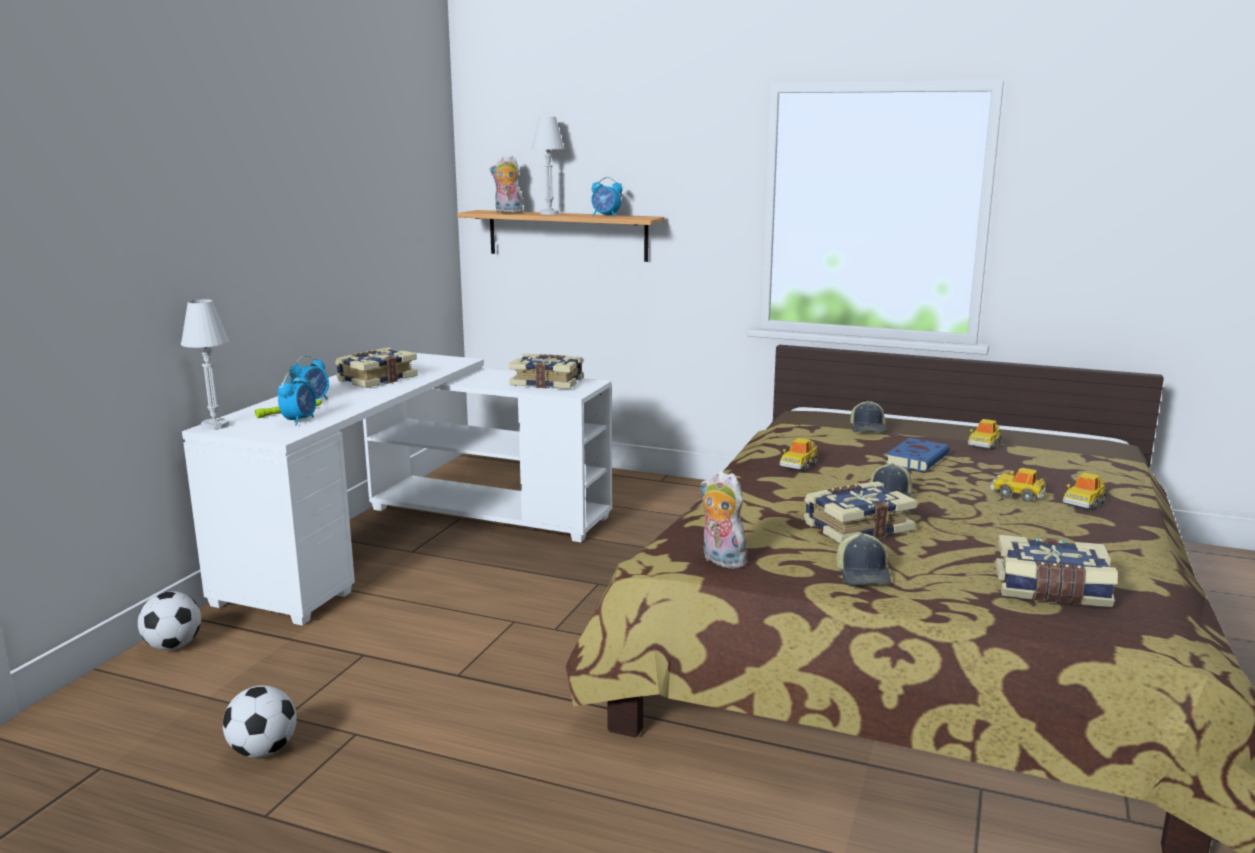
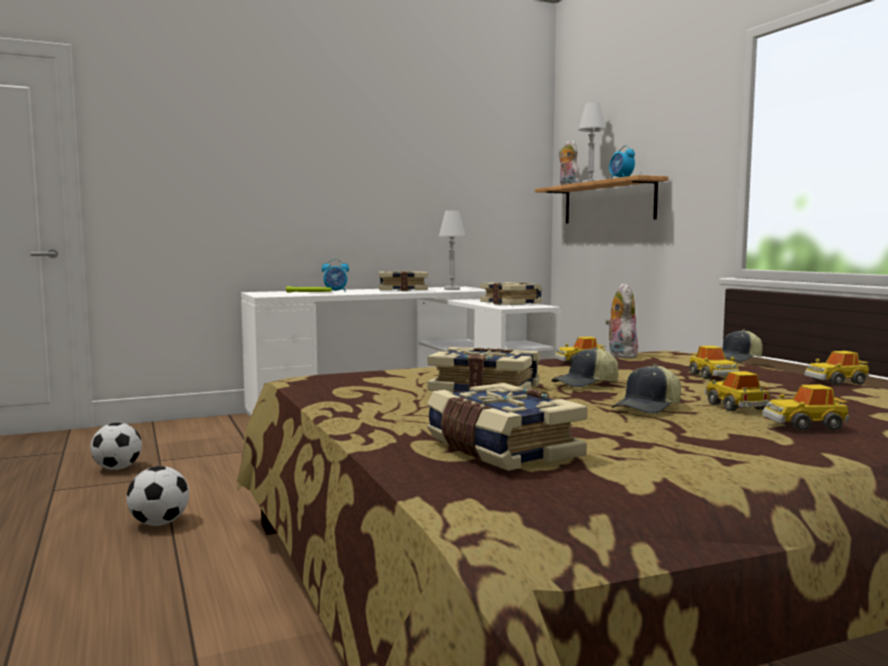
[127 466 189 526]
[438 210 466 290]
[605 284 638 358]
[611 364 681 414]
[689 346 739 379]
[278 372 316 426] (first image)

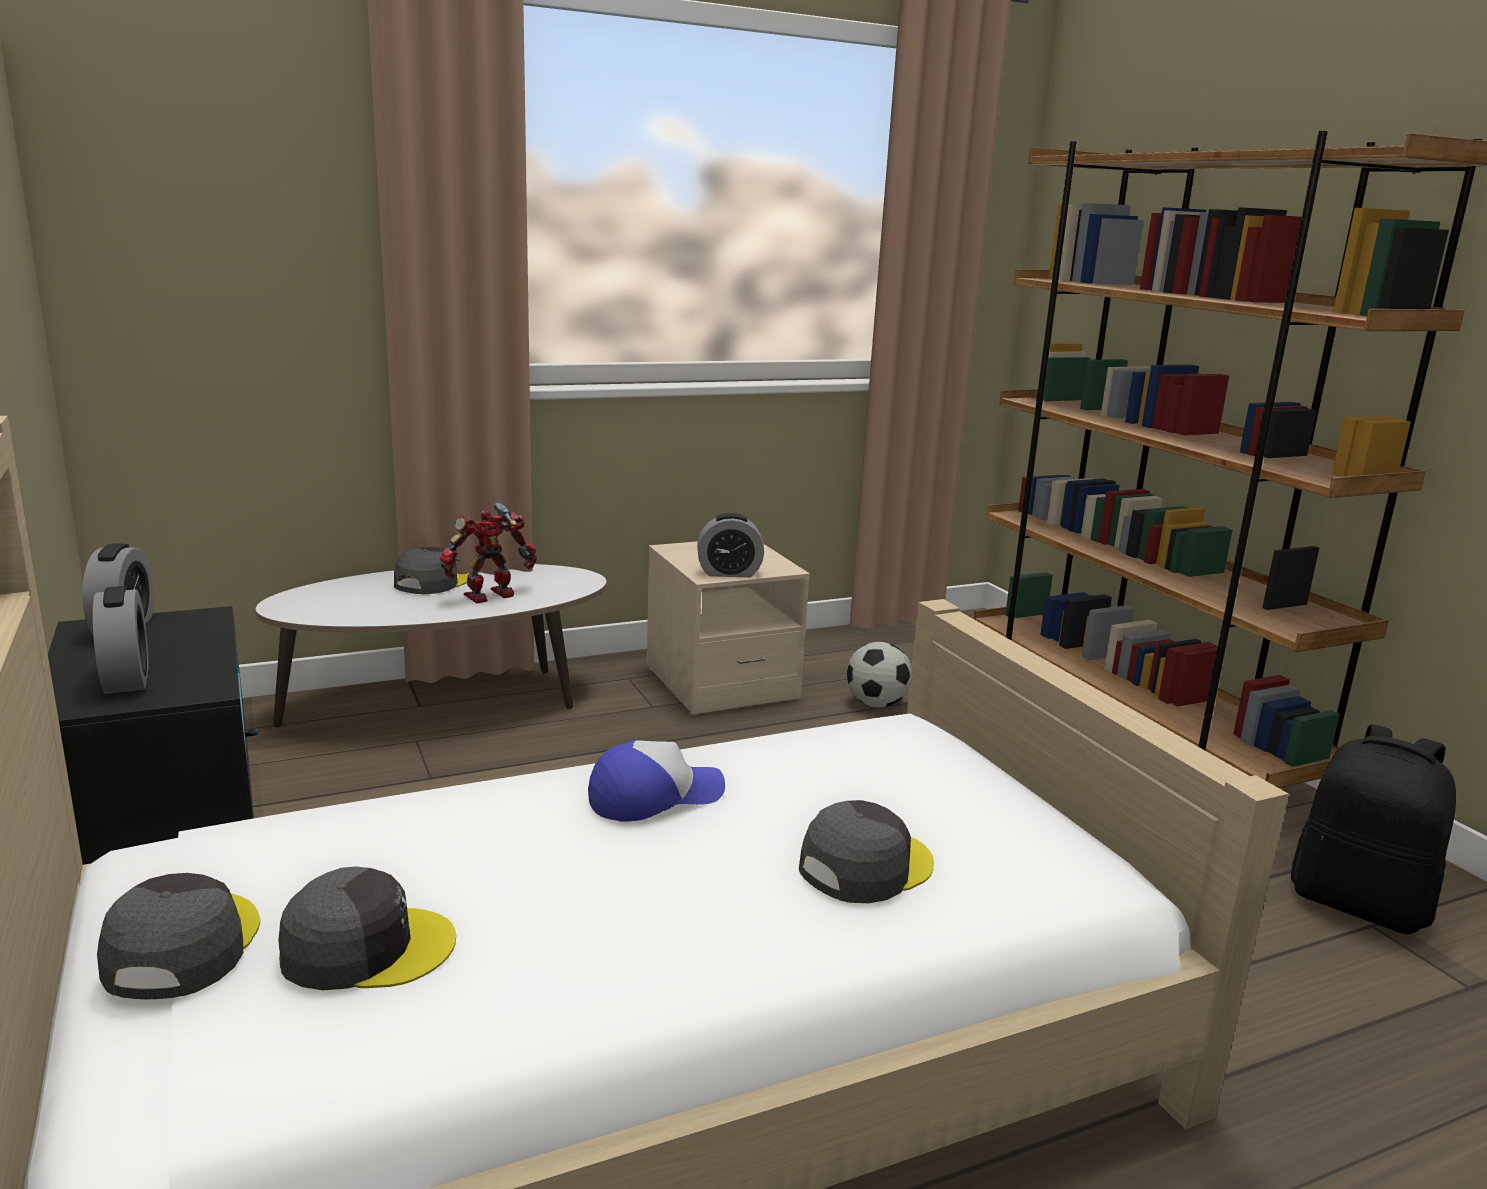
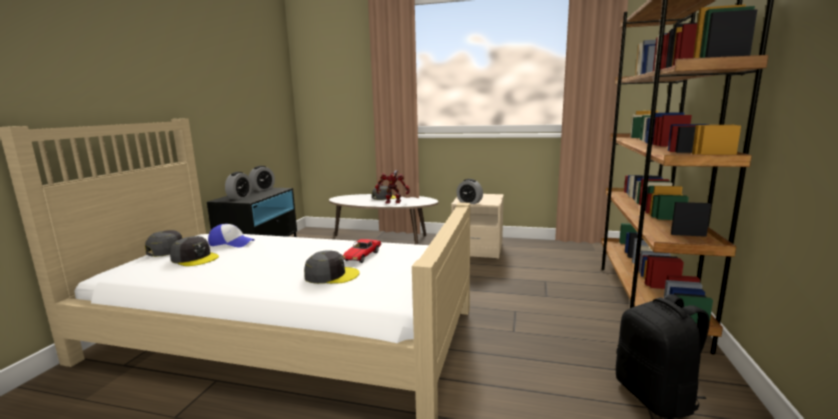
[208 224 255 247]
[343 239 382 263]
[847 642 912 708] (first image)

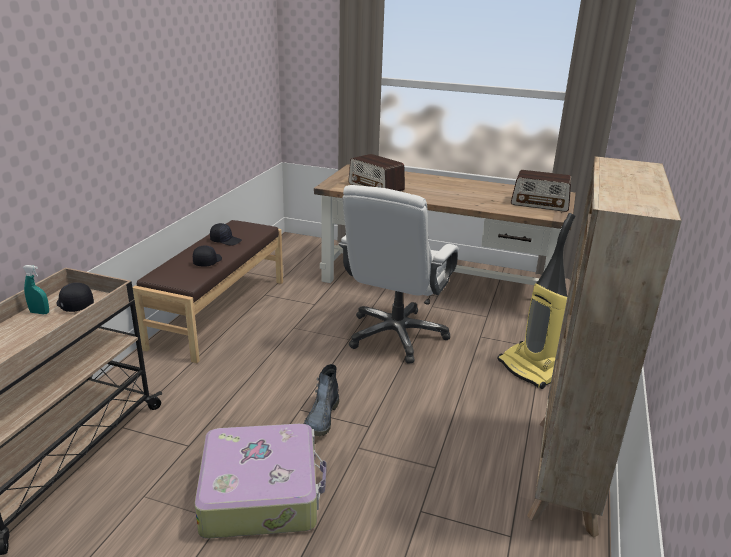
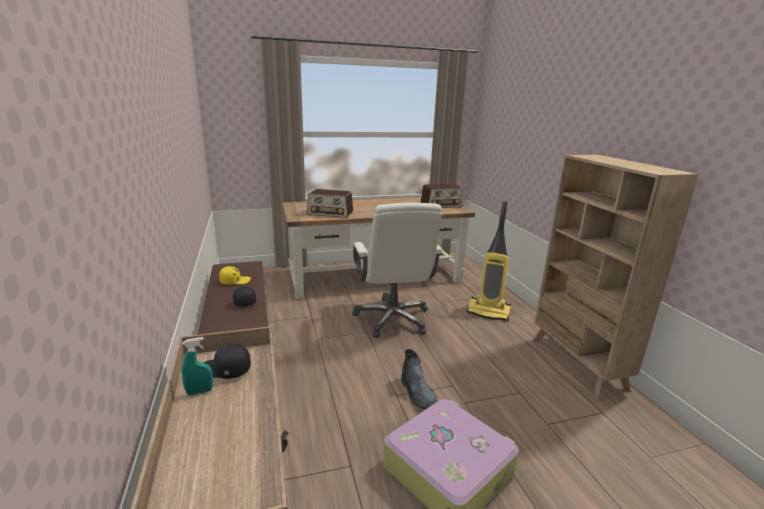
[219 266 251 284]

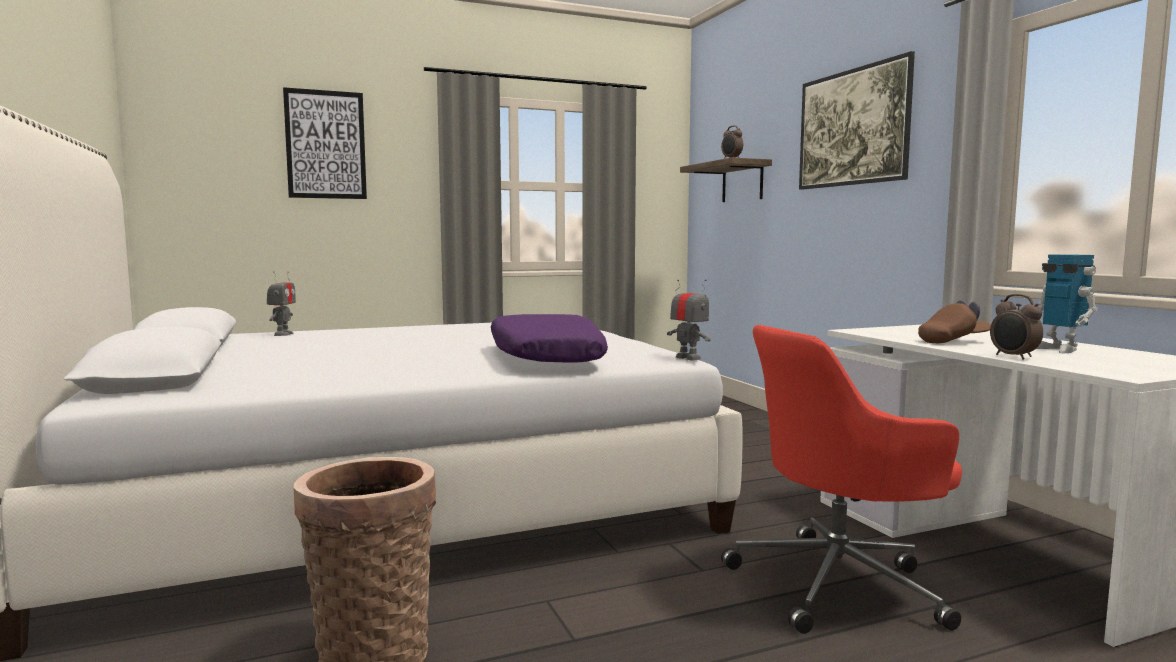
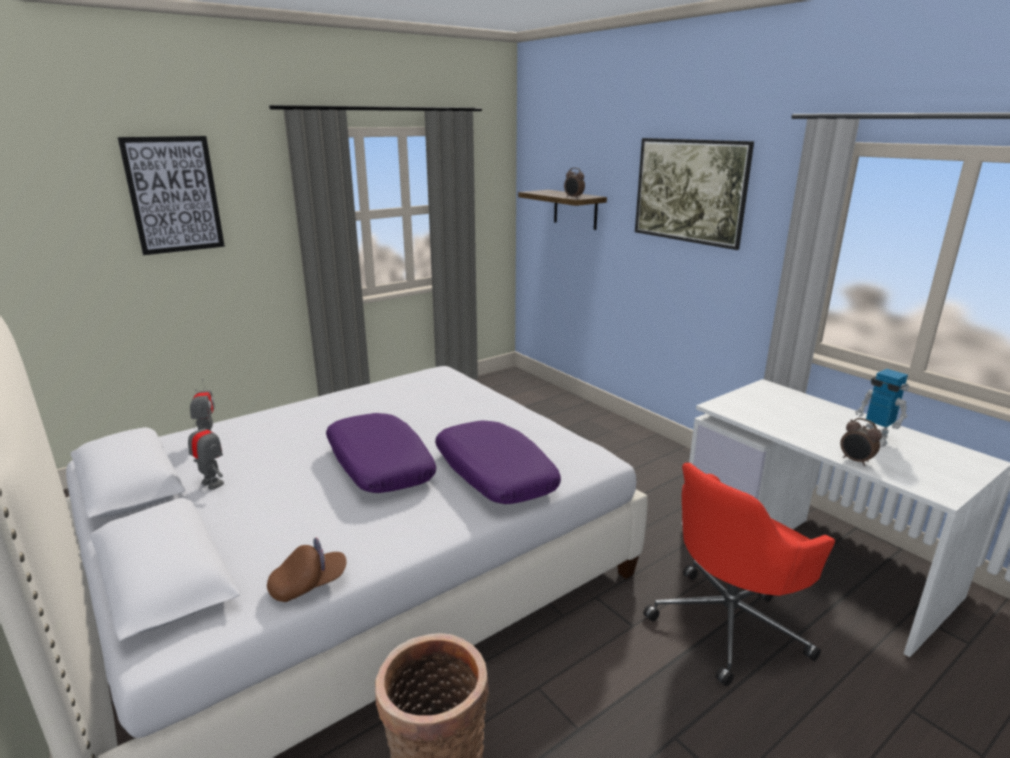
[188 418 224 490]
[267 538 347 602]
[326 413 436 493]

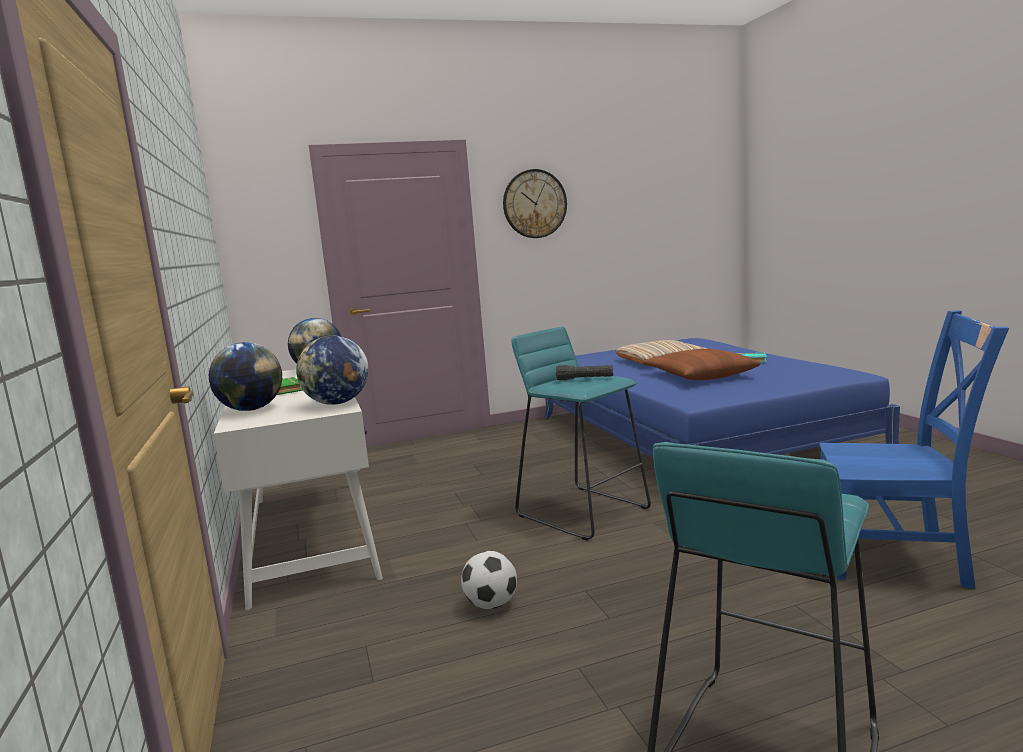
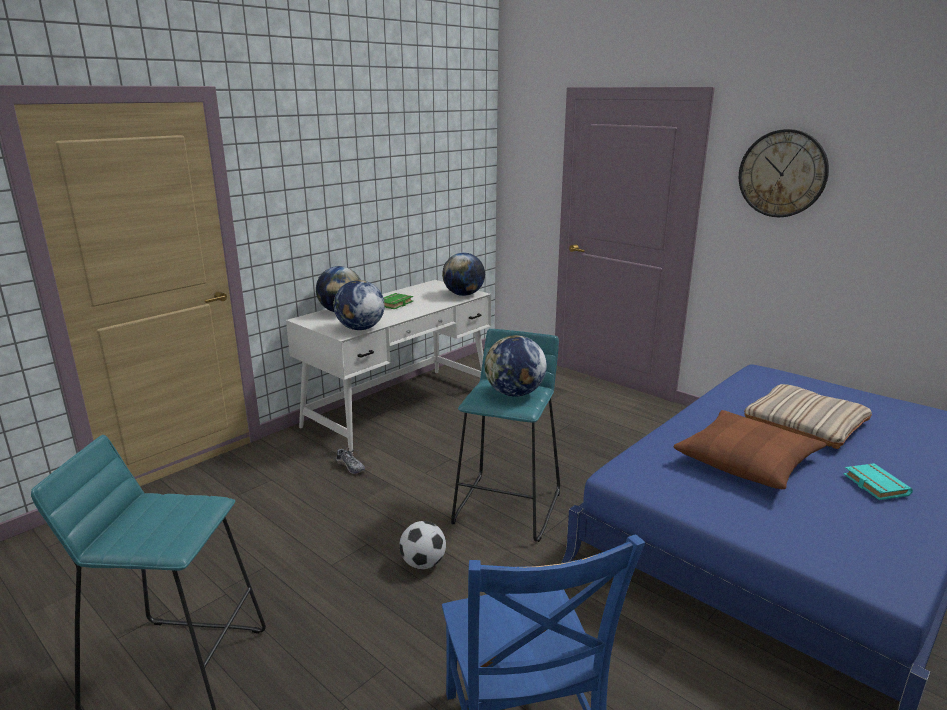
[336 448 365 474]
[399 521 446 569]
[484 335 547 397]

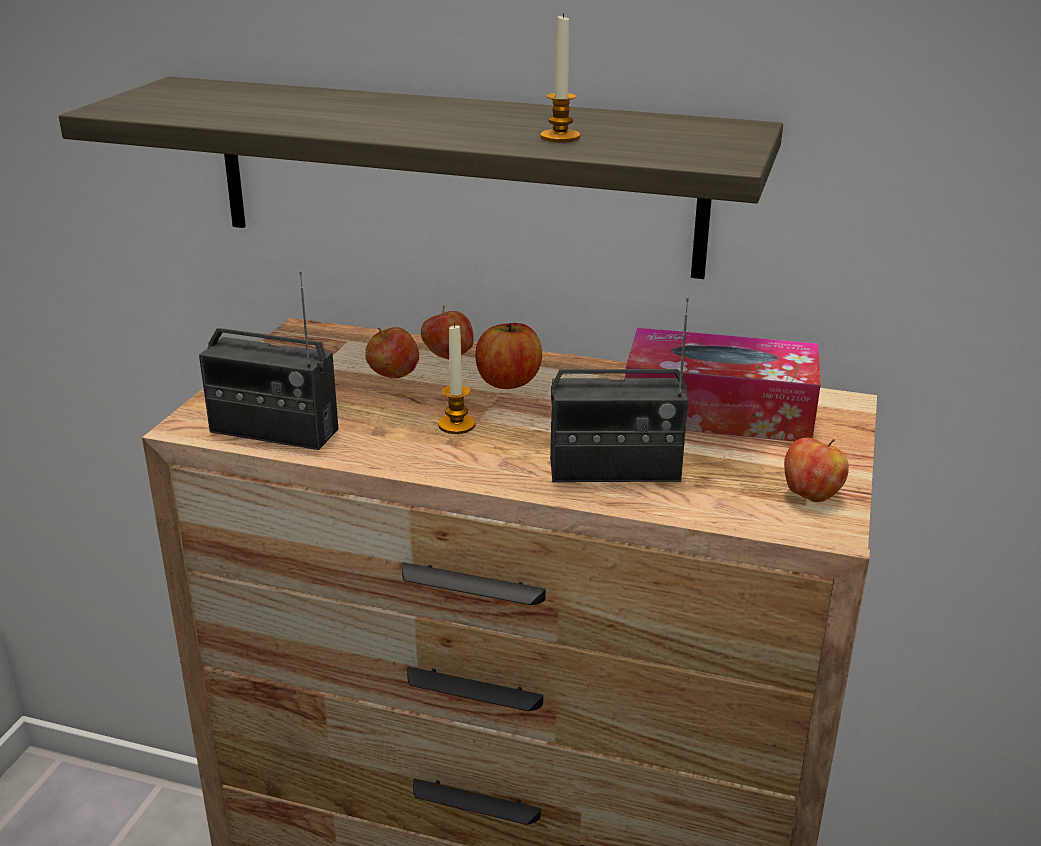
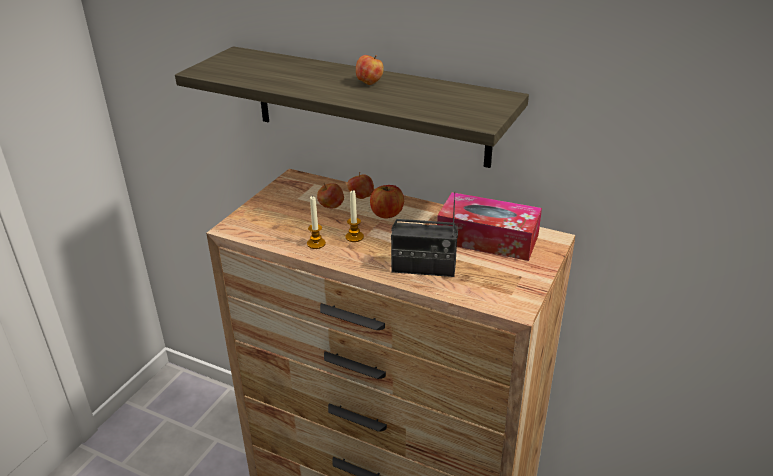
[307 196 326 249]
[356 55 384 85]
[199 271 338 450] (first image)

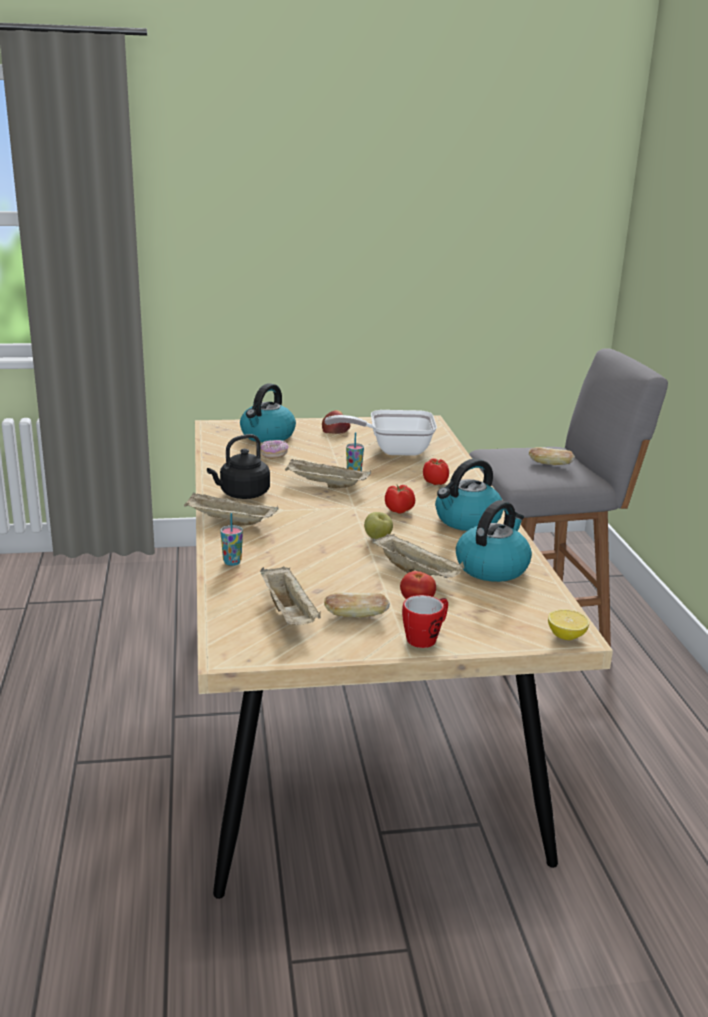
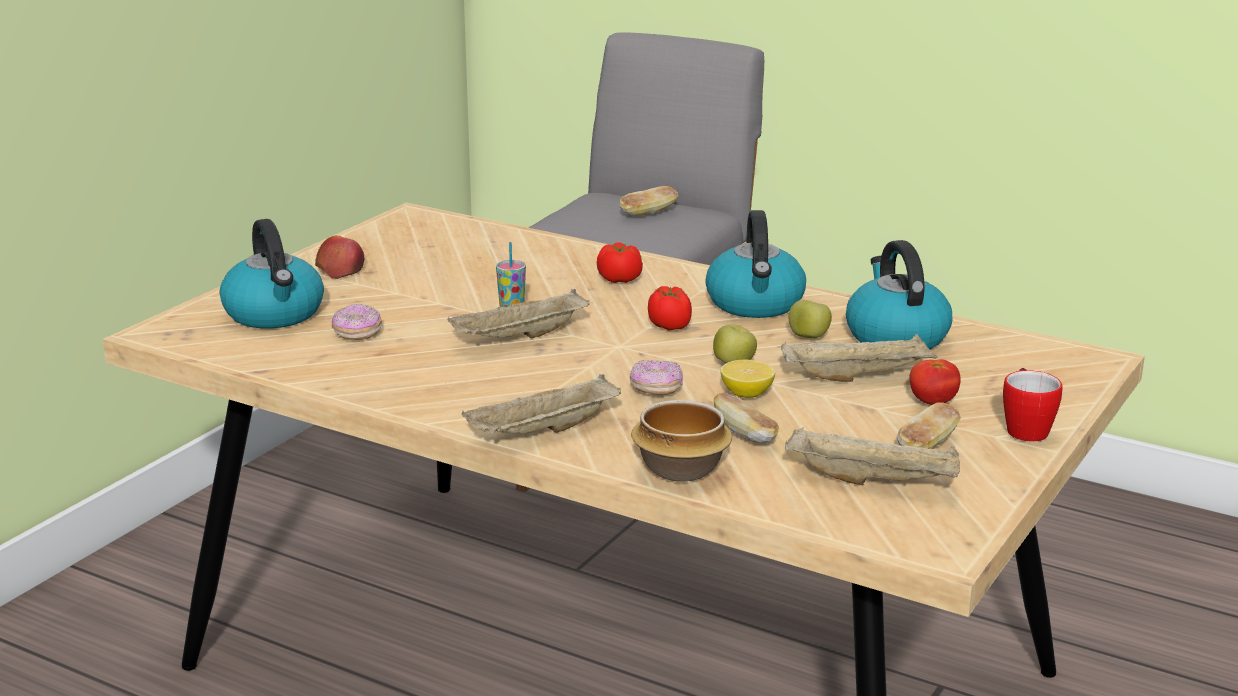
[630 360 683 395]
[631 400 732 482]
[714 393 779 443]
[720 360 775 398]
[789 300 832 338]
[207 434 270 499] (first image)
[325 410 437 456] (first image)

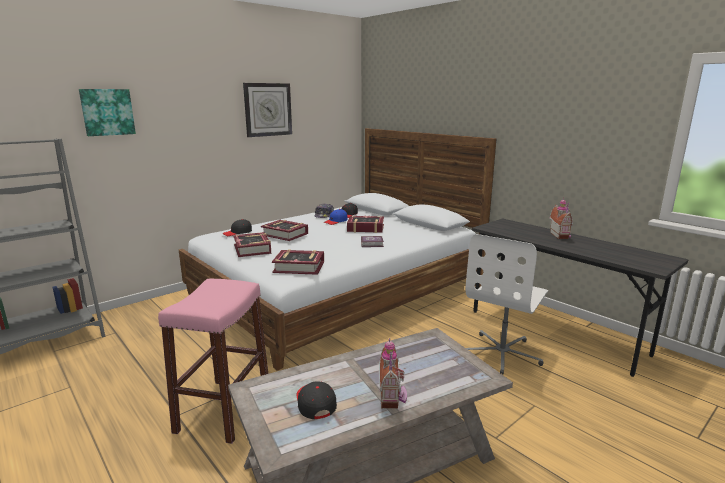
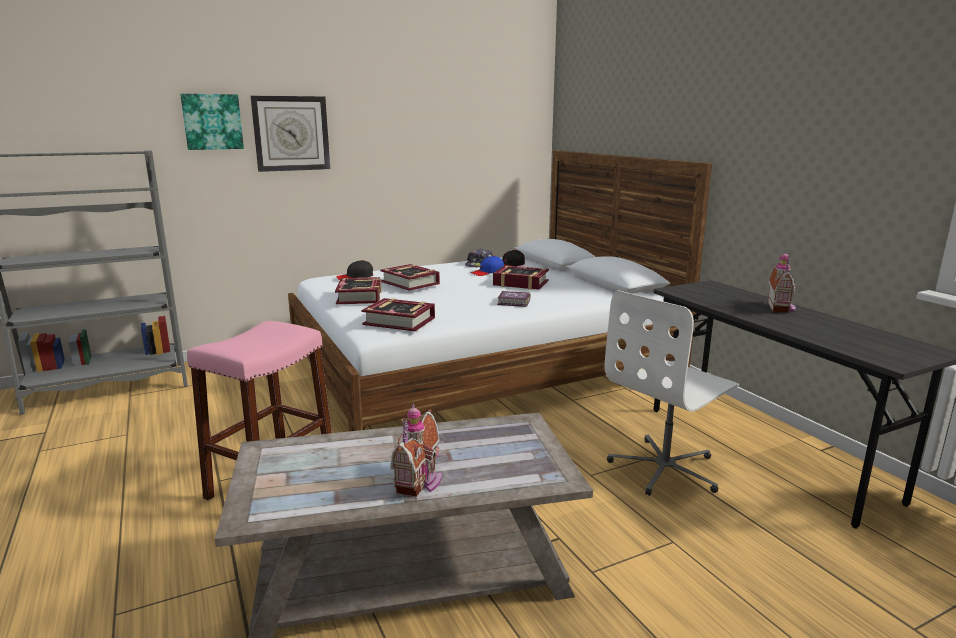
[250 96 330 172]
[297 381 337 419] (first image)

